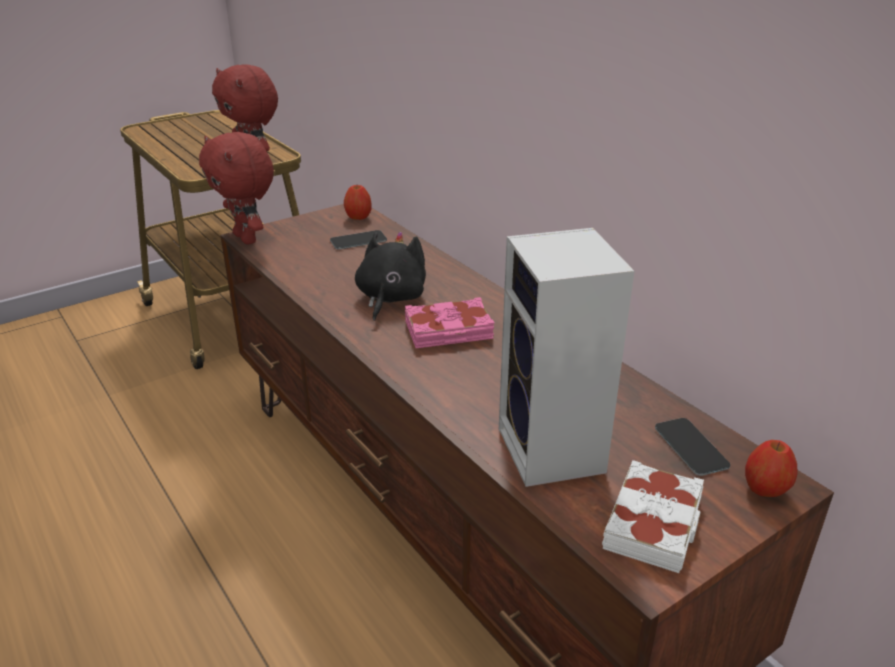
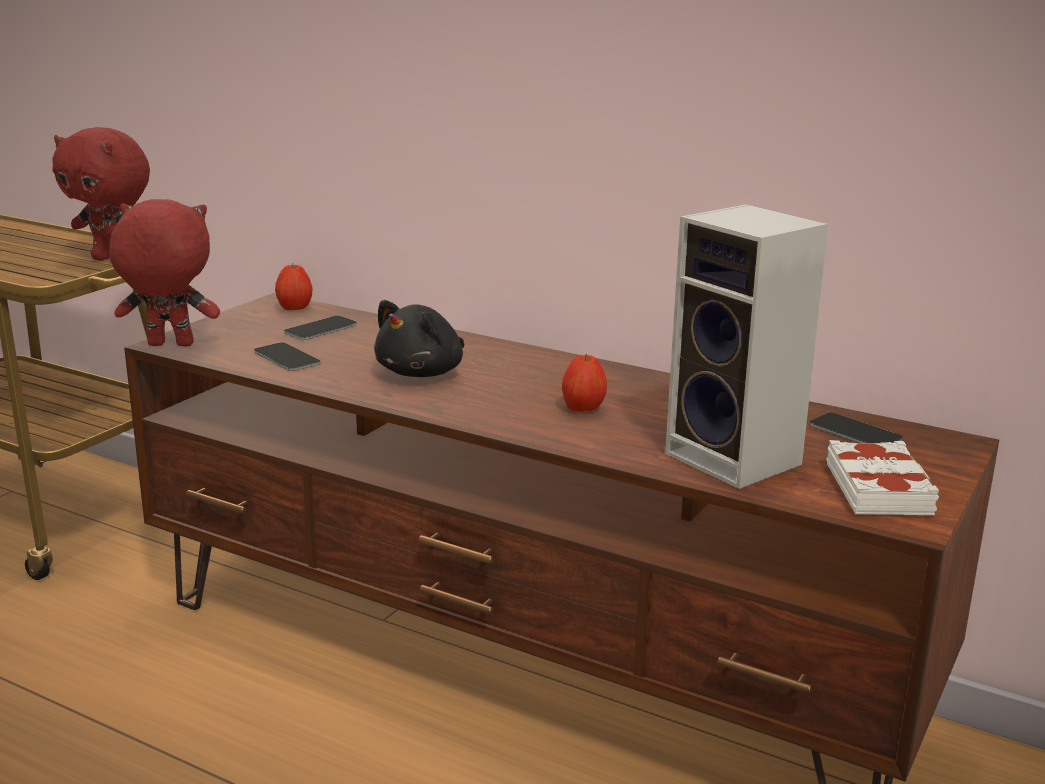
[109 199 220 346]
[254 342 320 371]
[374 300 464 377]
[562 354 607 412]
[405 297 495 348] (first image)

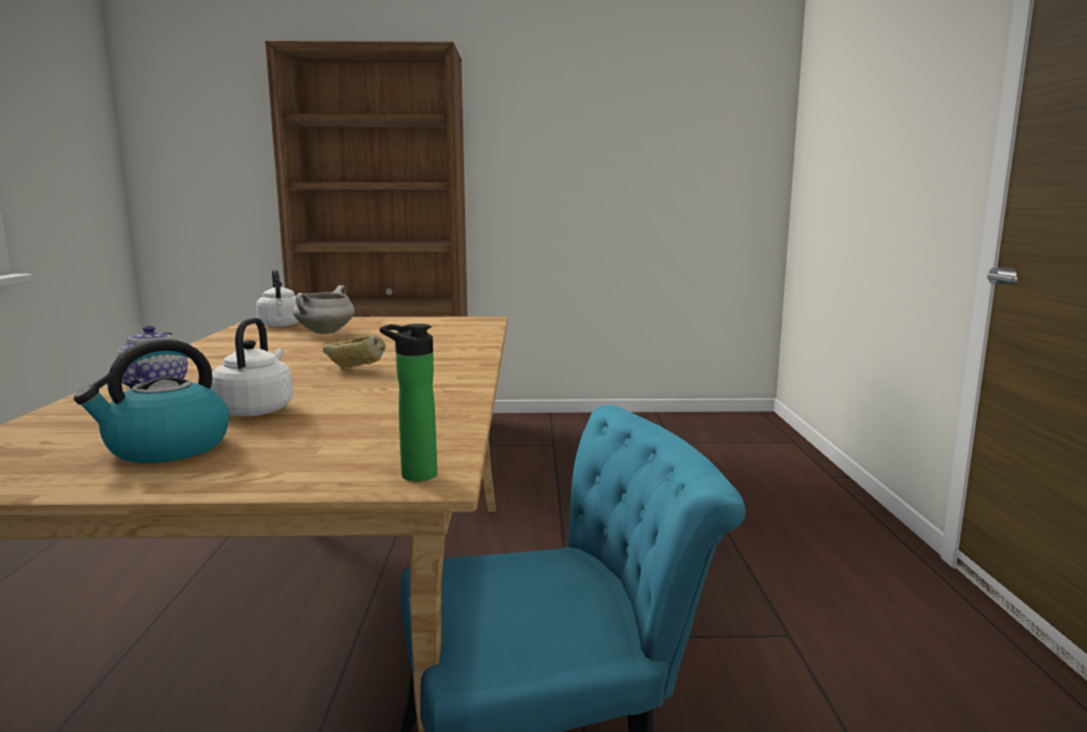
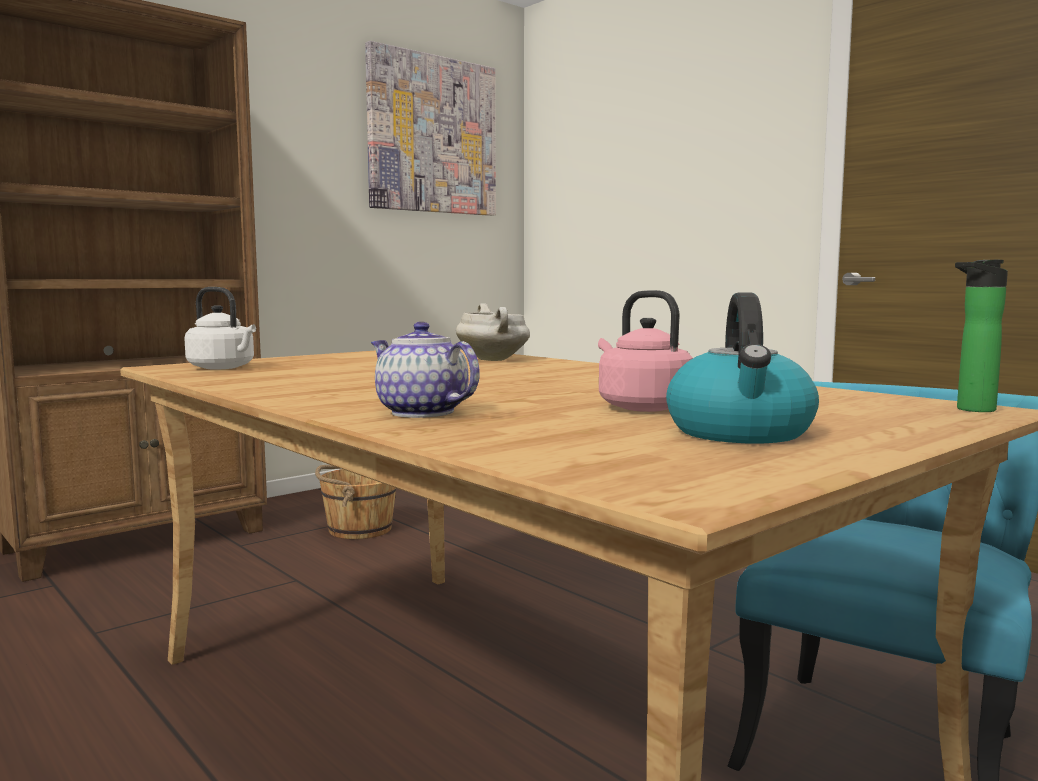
[315 465 396 539]
[365 41 496 216]
[456 303 530 361]
[598 290 693 412]
[323 335 386 369] (first image)

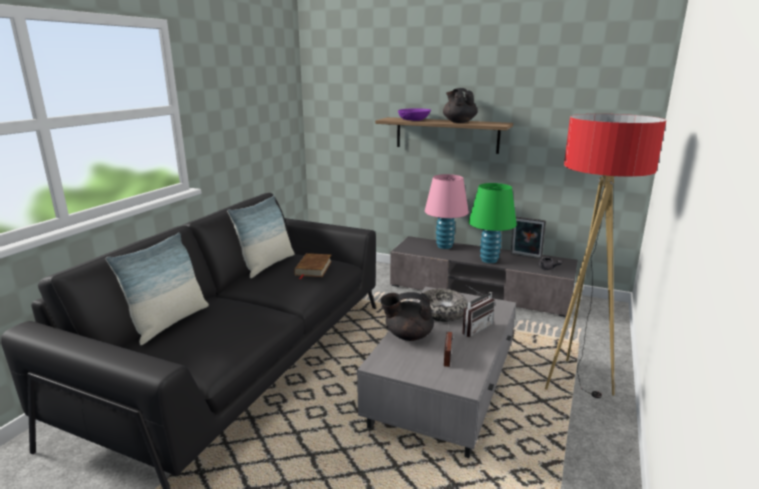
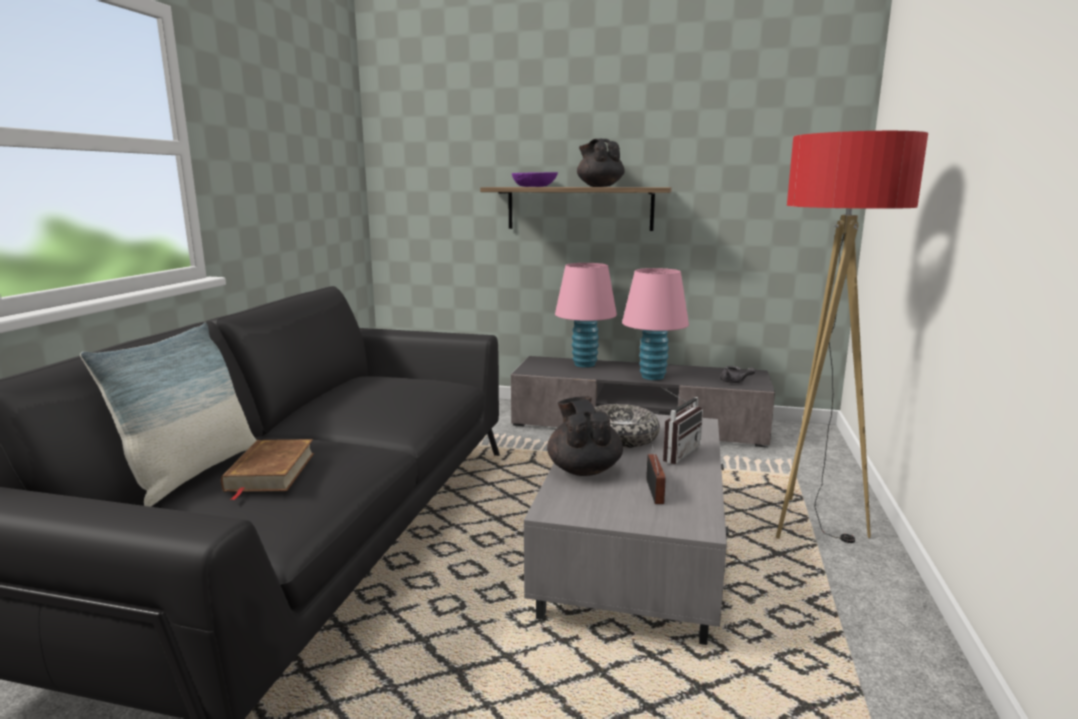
[221 439 314 500]
[547 396 623 476]
[622 268 689 380]
[227 195 295 278] (first image)
[511 216 546 259] (first image)

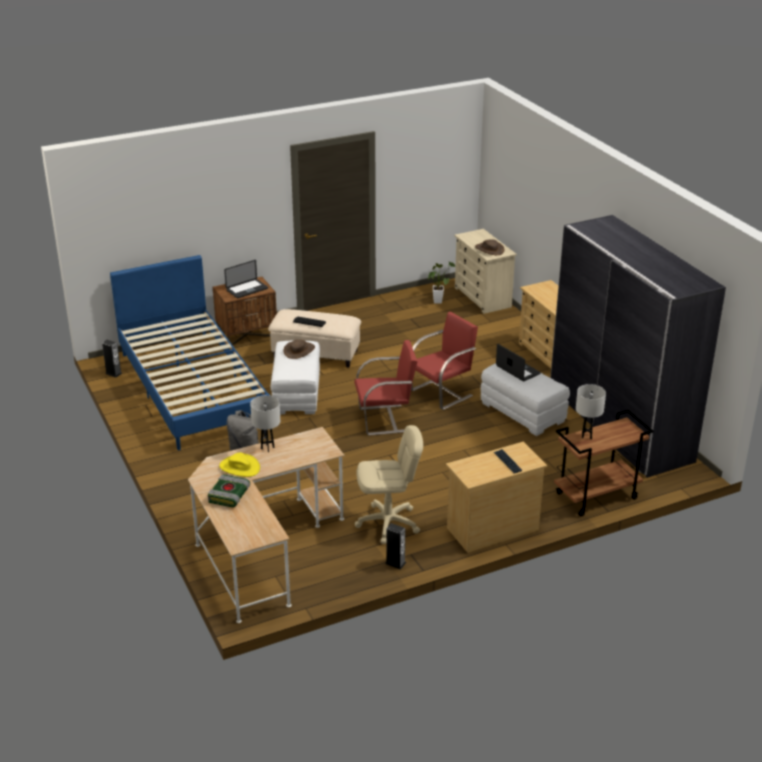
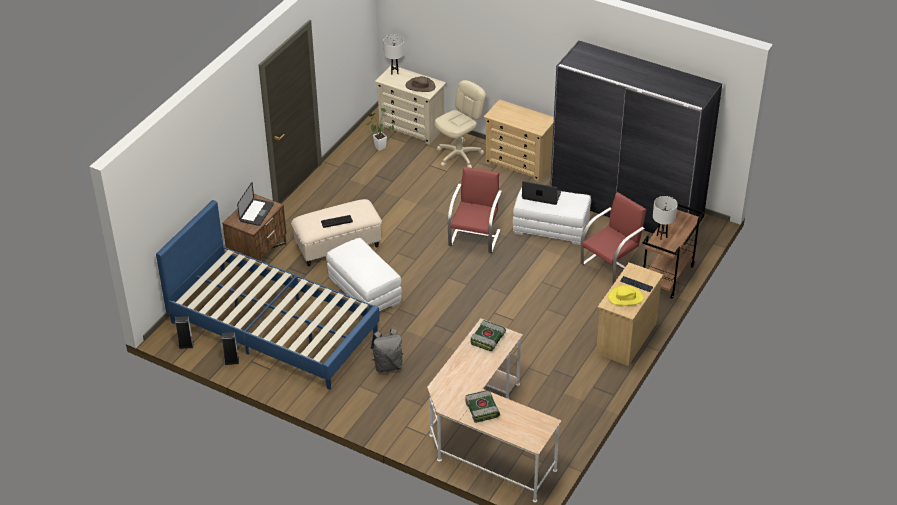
[222 332 239 365]
[383 35 404 75]
[434 80 486 168]
[471 320 506 351]
[581 192 647 284]
[608 285 644 306]
[284 340 315 359] (first image)

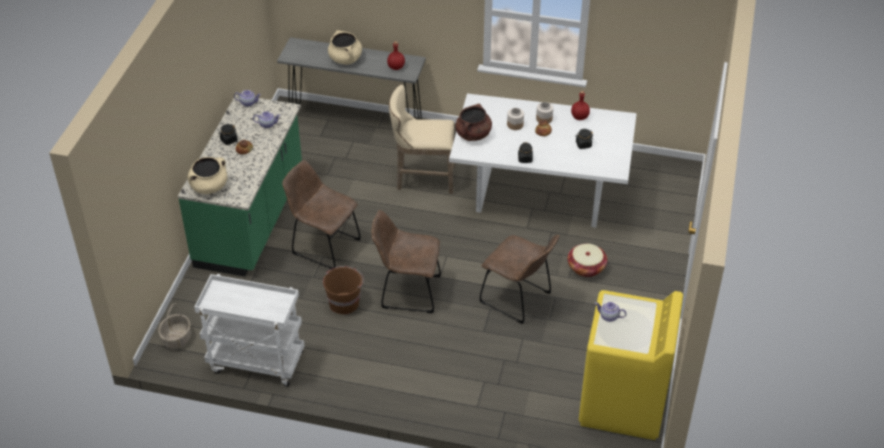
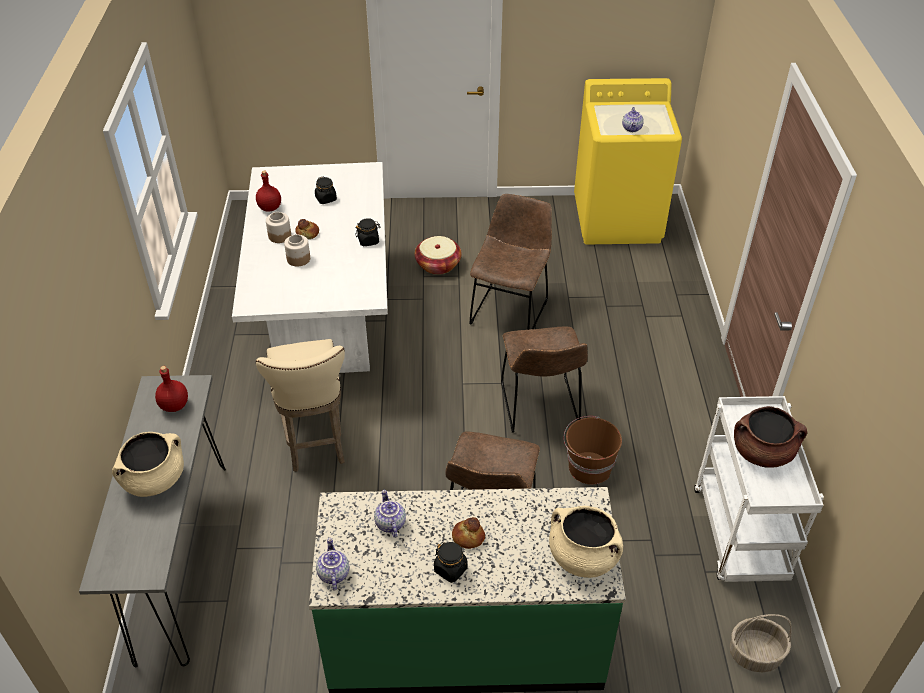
[734 406 807 468]

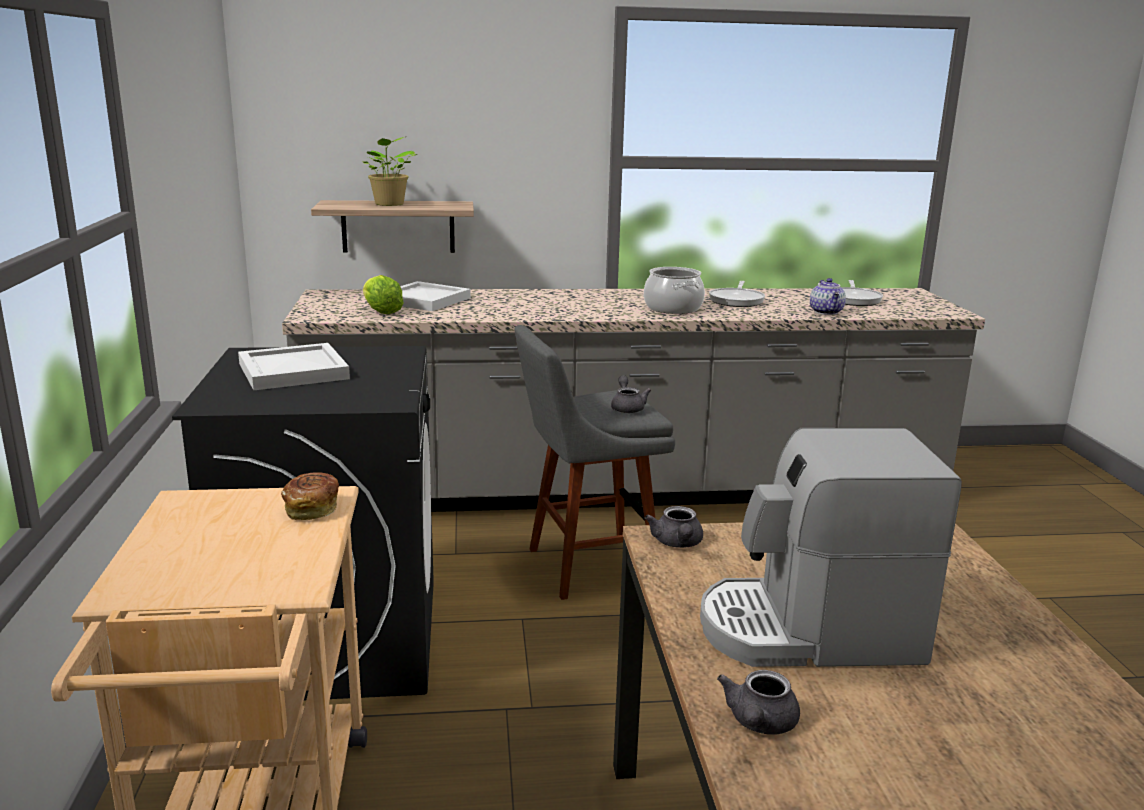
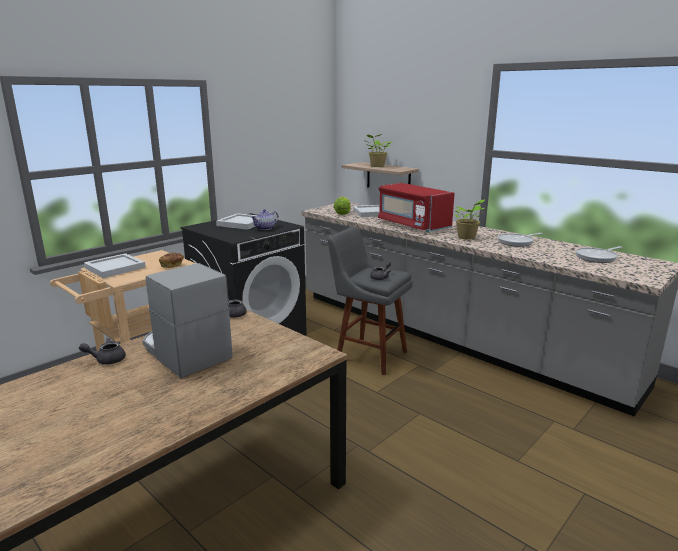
[84 253 146 278]
[251 209 279 230]
[378 183 455 232]
[455 199 485 240]

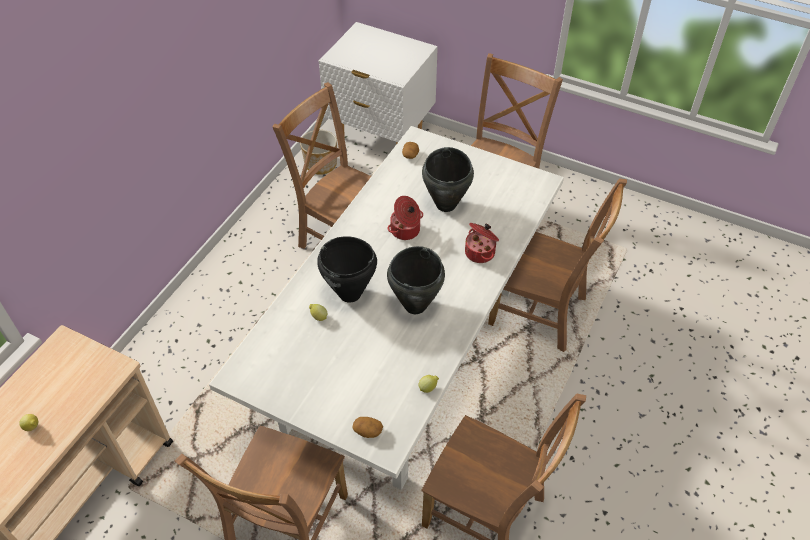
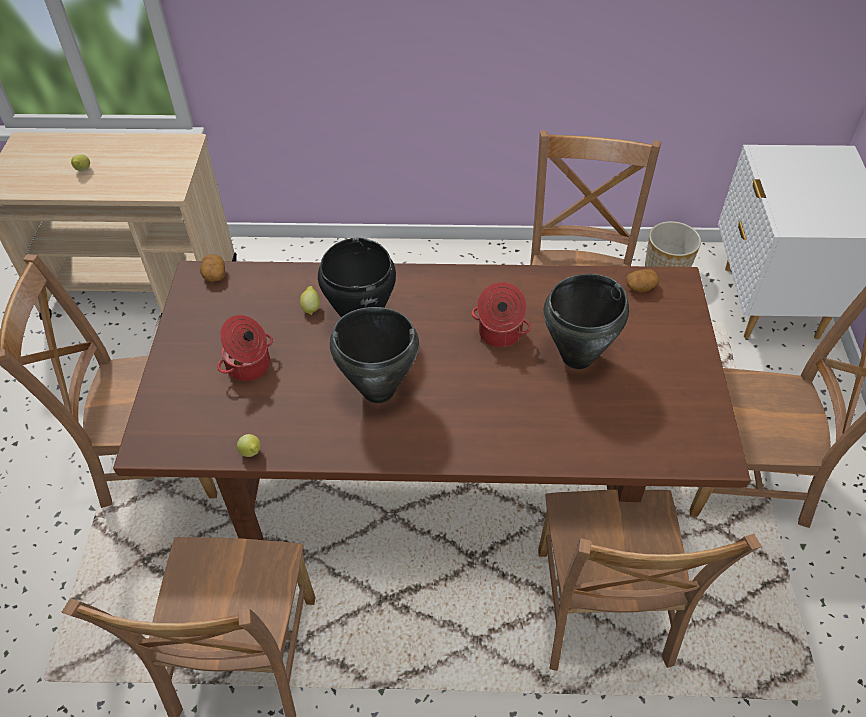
[113 261 751 540]
[200 254 225 282]
[217 315 273 381]

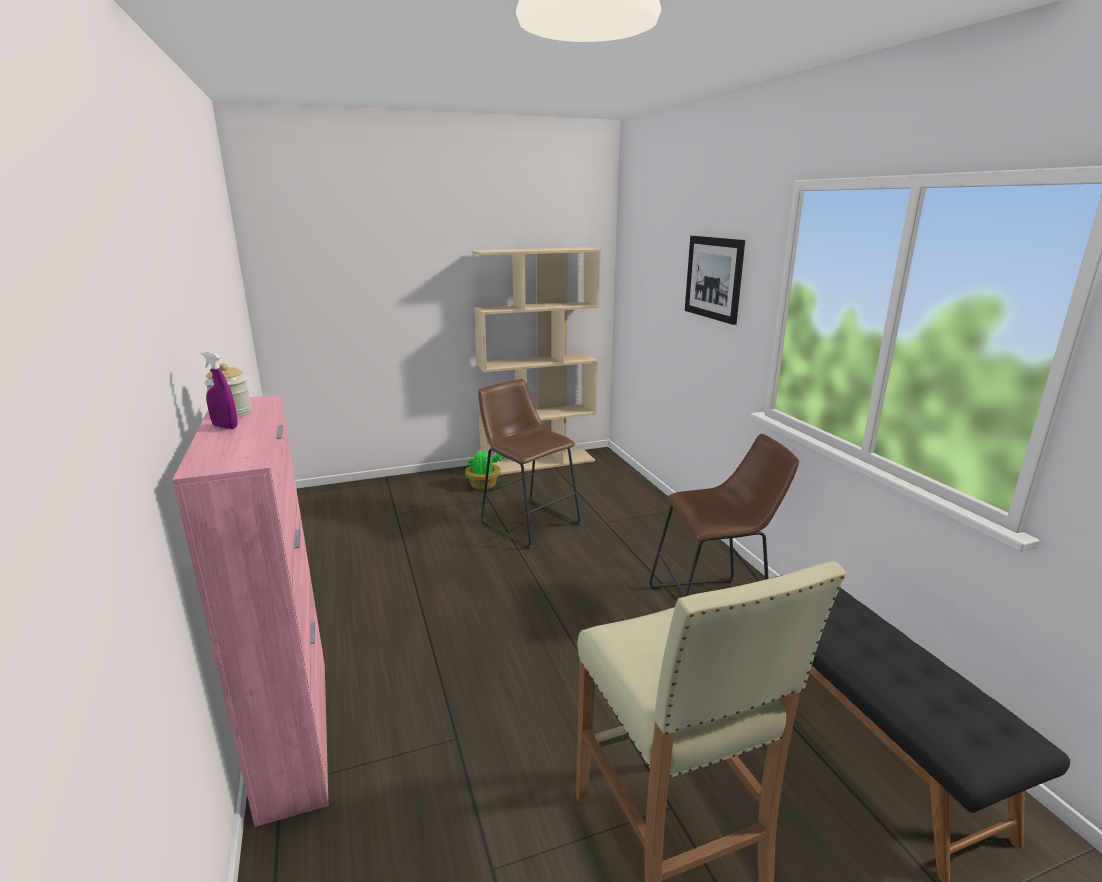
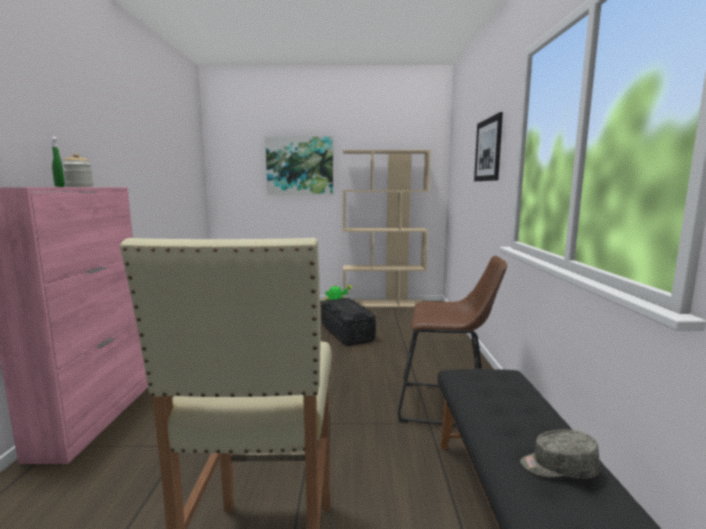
[51 137 65 187]
[265 136 333 195]
[321 298 376 346]
[520 429 600 479]

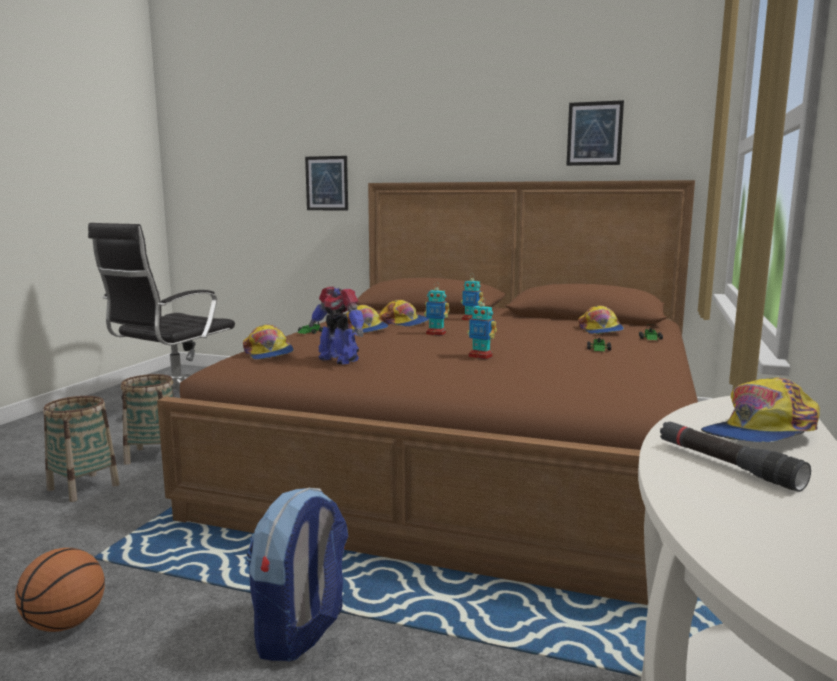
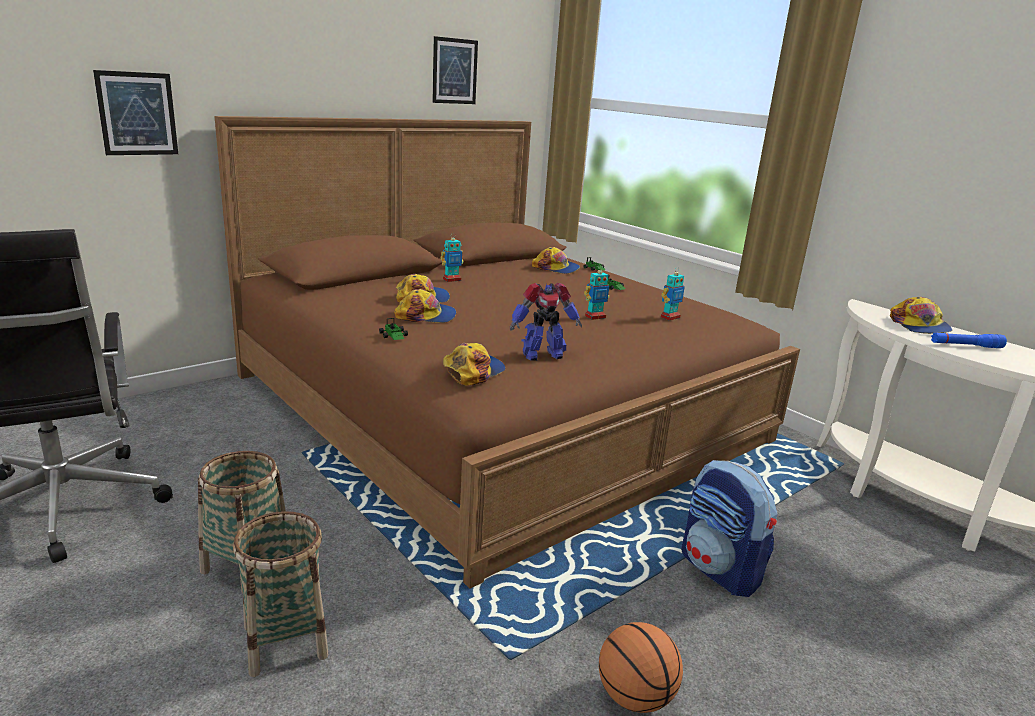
[443 343 506 386]
[661 267 685 321]
[931 333 1007 348]

